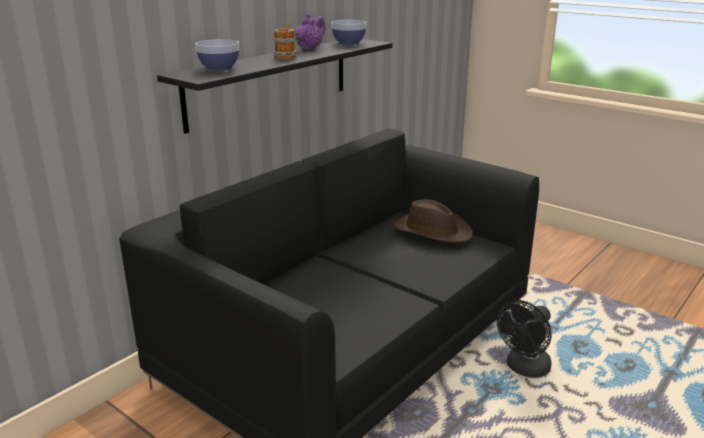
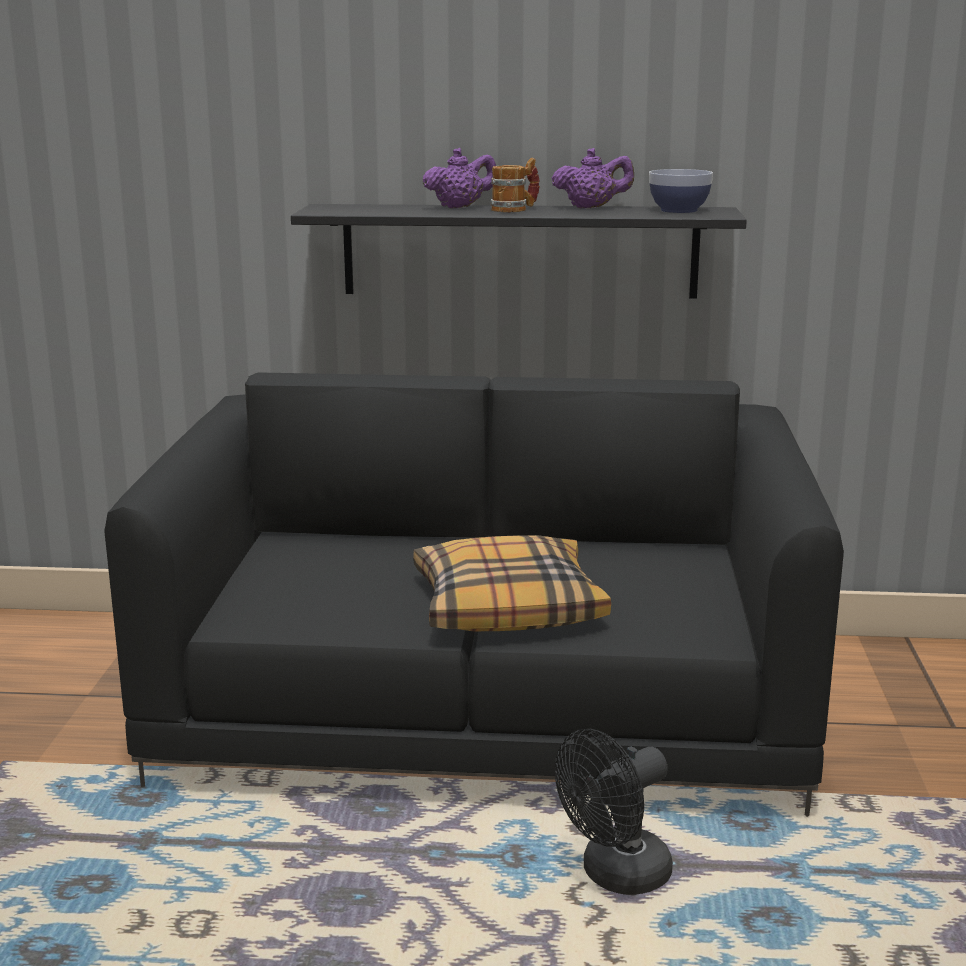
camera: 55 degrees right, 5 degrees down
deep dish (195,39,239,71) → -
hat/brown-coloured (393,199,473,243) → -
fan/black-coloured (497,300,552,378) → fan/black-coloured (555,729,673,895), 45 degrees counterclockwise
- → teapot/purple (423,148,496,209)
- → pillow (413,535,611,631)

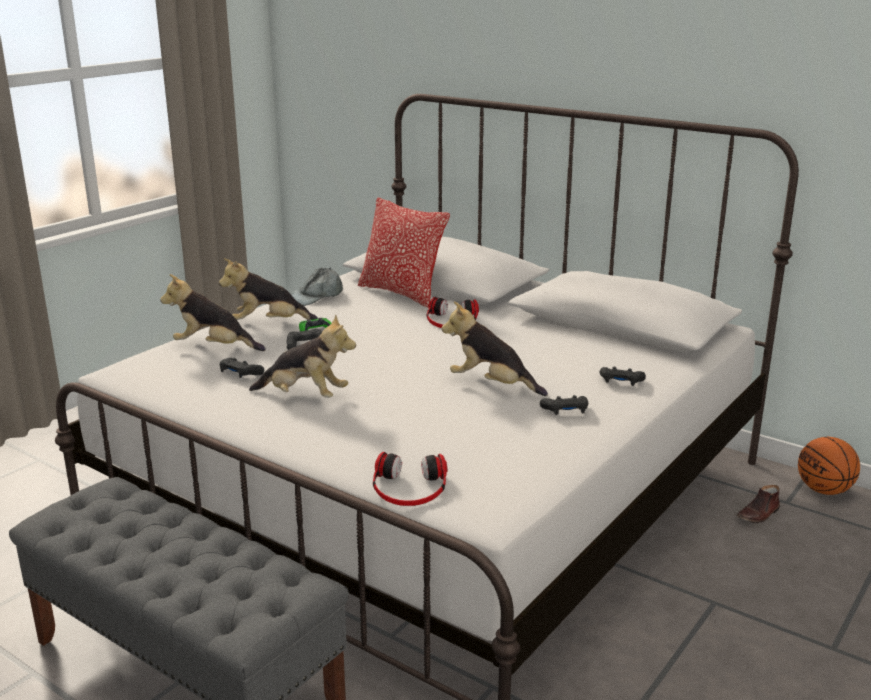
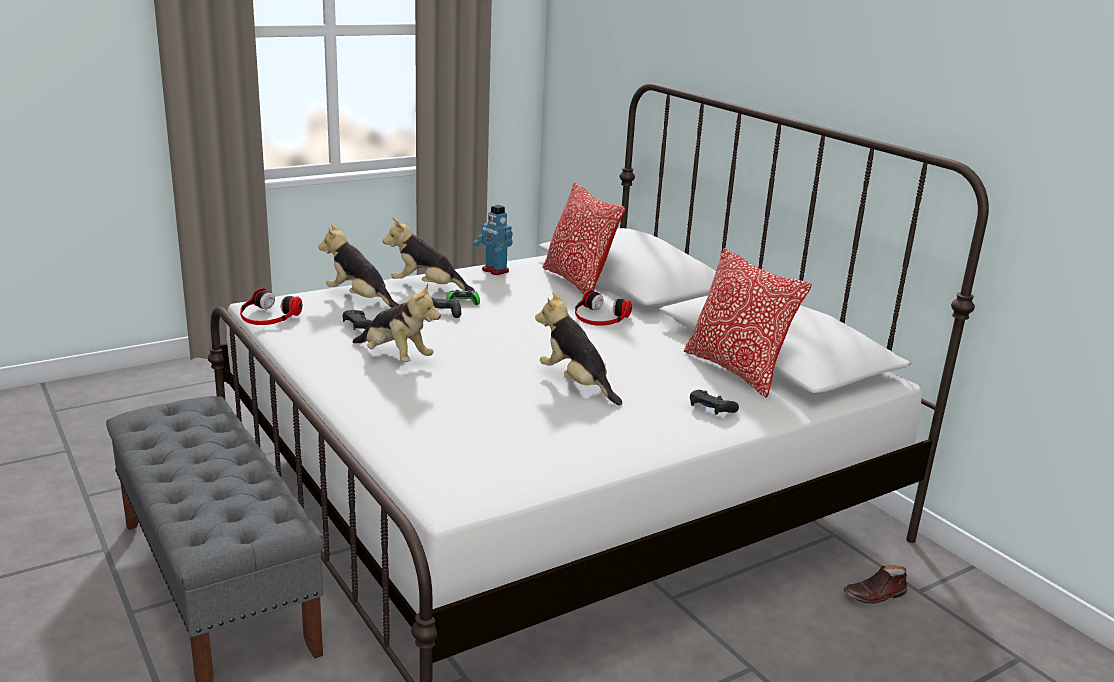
camera: 20 degrees right, 0 degrees up
baseball cap/greyish (290,268,343,306) → robot figure (473,205,513,275)
joypad/black-coloured (540,395,588,415) → -
basketball ball (798,437,860,495) → -
headset (373,452,447,506) → headset (240,288,302,325), shifted
- → pillow (684,248,812,398)

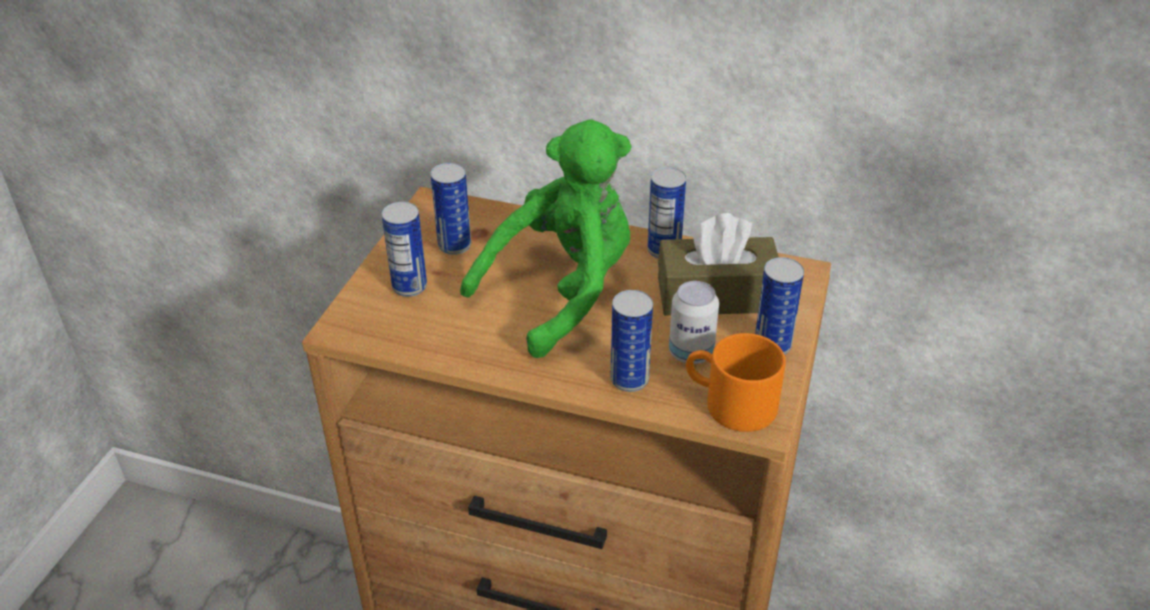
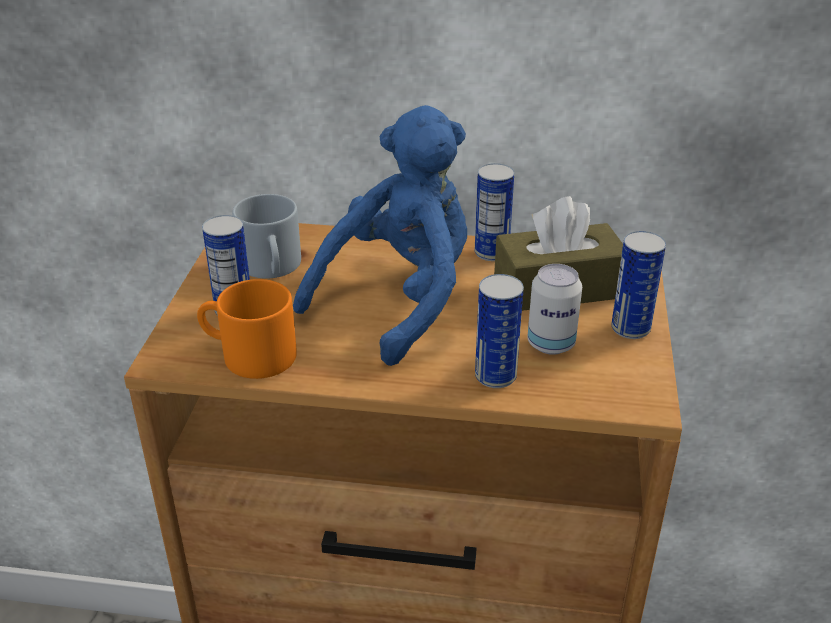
camera: 10 degrees left, 5 degrees down
cuddly toy/green-coloured (460,119,632,358) → cuddly toy/blue (293,105,467,366)
sealed can (430,163,471,255) → coffee mug/greyish (232,194,301,279)
coffee mug/orange (686,333,786,432) → coffee mug/orange (197,279,297,379), shifted

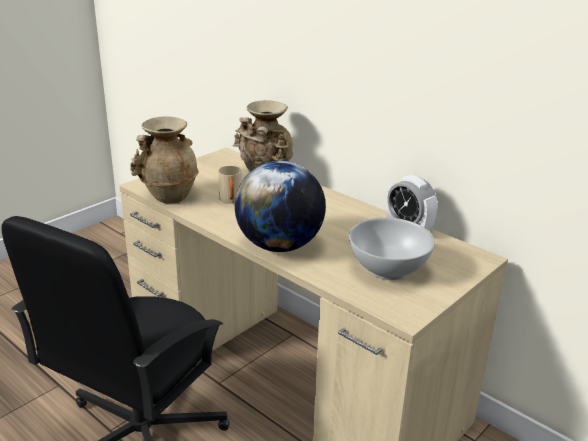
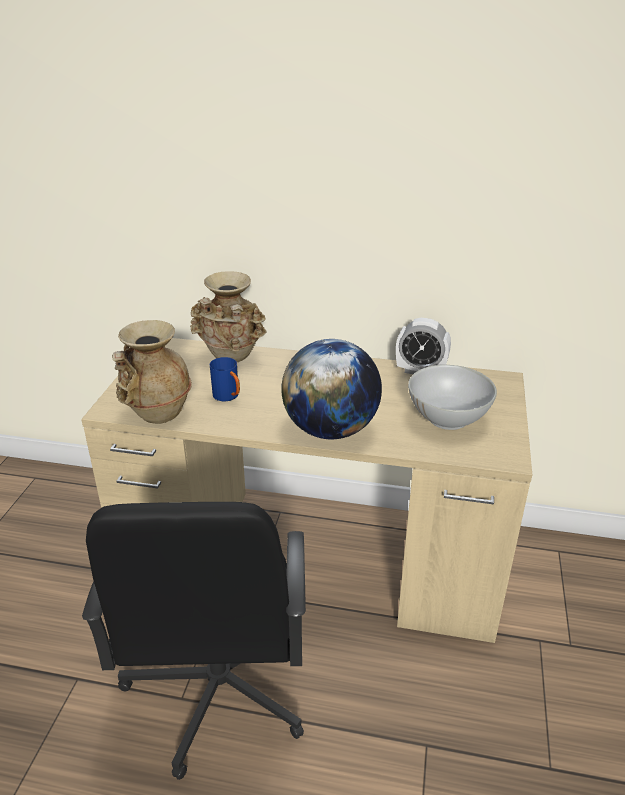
camera: 30 degrees left, 5 degrees up
coffee mug/sand-coloured (218,166,242,204) → coffee mug/blue (210,357,240,401)

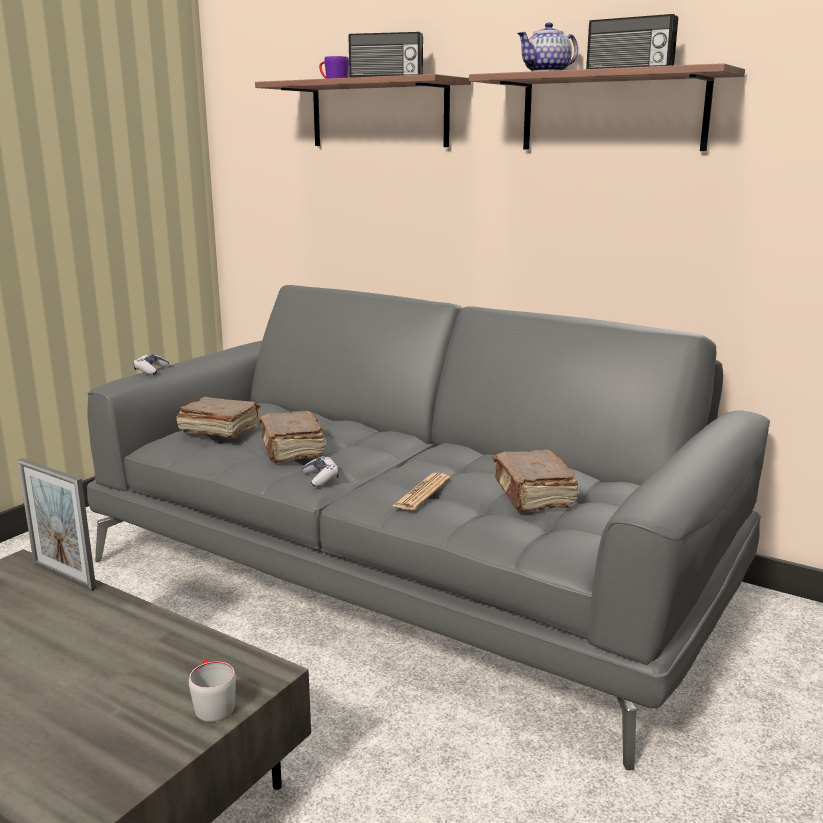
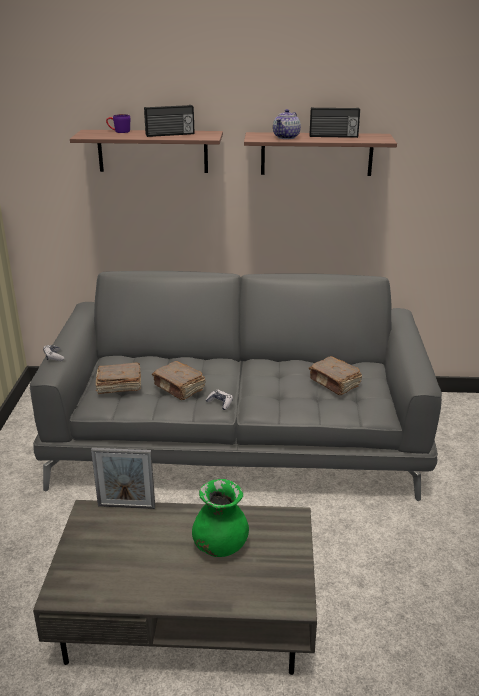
camera: 30 degrees left, 10 degrees up
newspaper (393,473,451,510) → -
coffee mug/greyish (189,659,236,722) → -
- → flower vase/green-coloured (192,479,249,557)

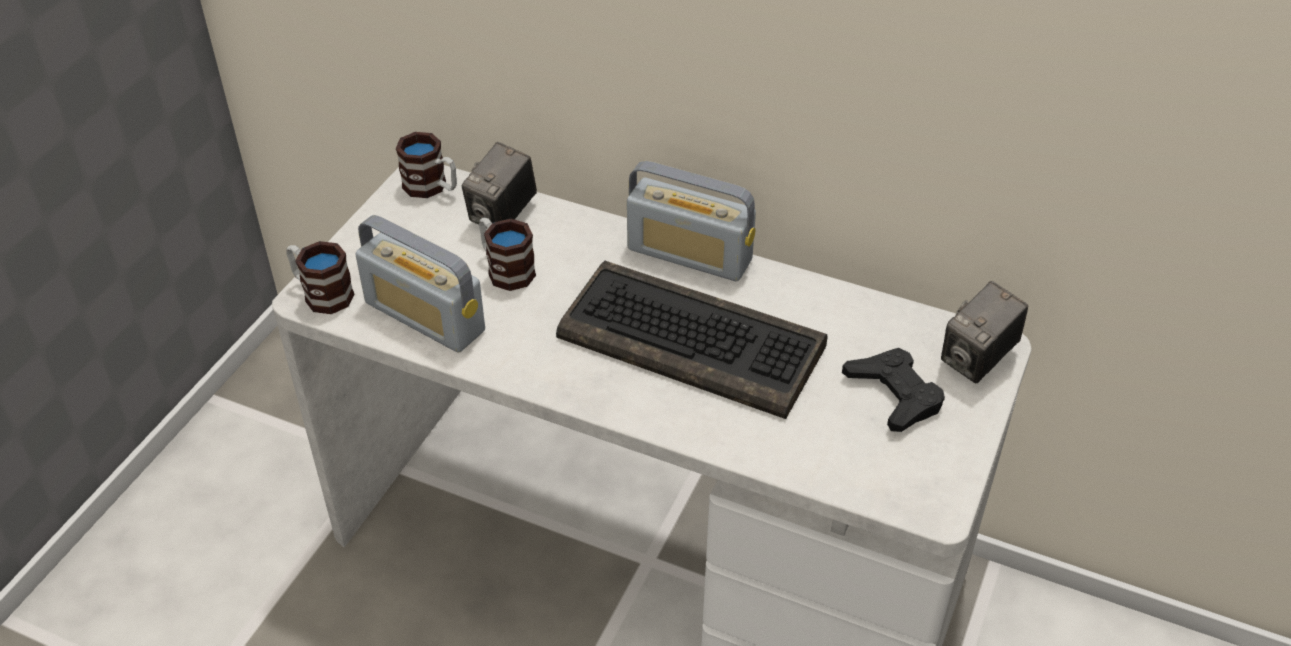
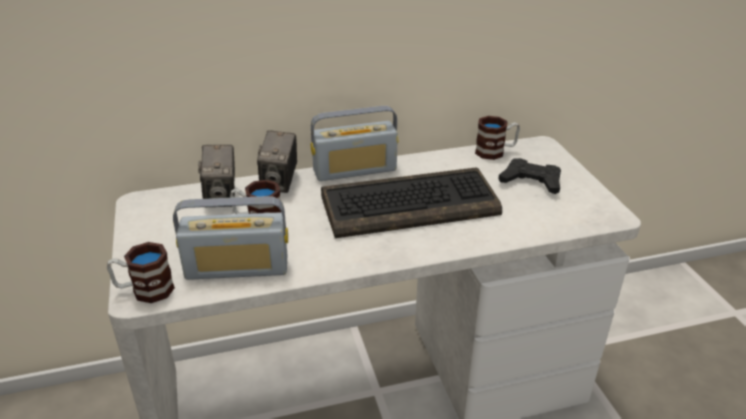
camera: 40 degrees left, 10 degrees down
coffee mug (396,132,457,198) → coffee mug (475,116,520,160), shifted
photo camera (941,281,1028,383) → photo camera (257,130,297,193), shifted

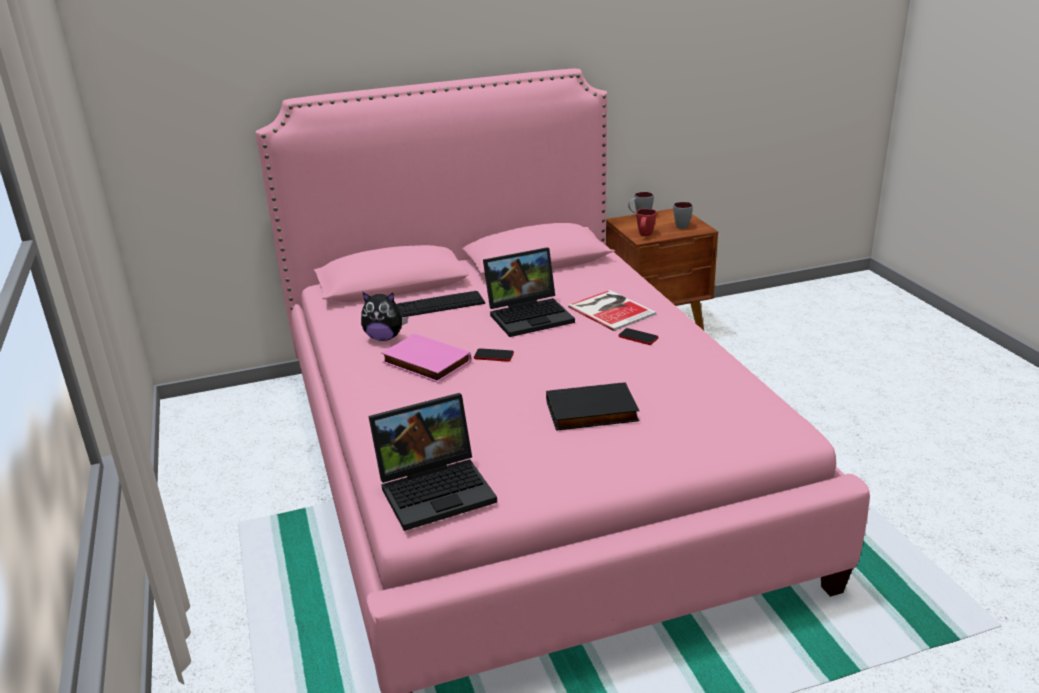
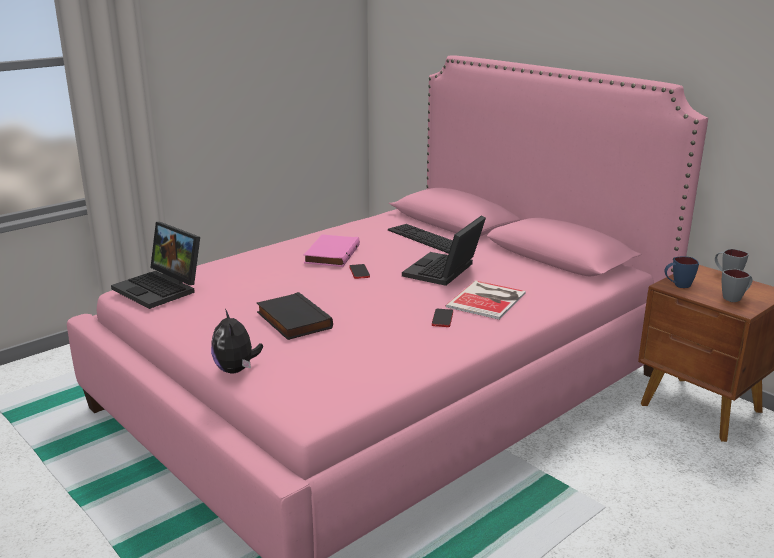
camera: 65 degrees right, 5 degrees down
coffee mug/red-coloured (637,209,656,236) → coffee mug/blue (665,257,699,288)
notebook computer (483,247,575,337) → notebook computer (402,216,486,286), 75 degrees clockwise
cuddly toy (361,292,408,341) → cuddly toy (211,309,263,374), shifted

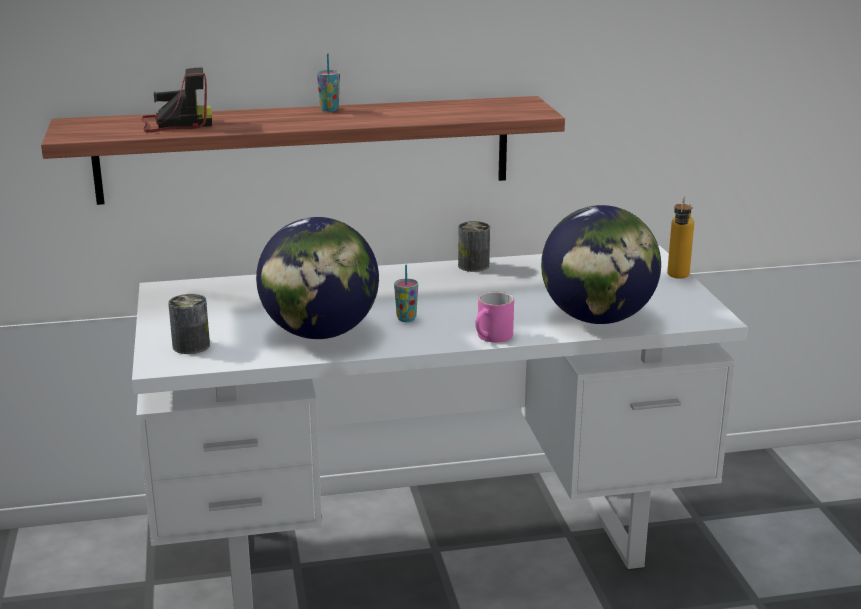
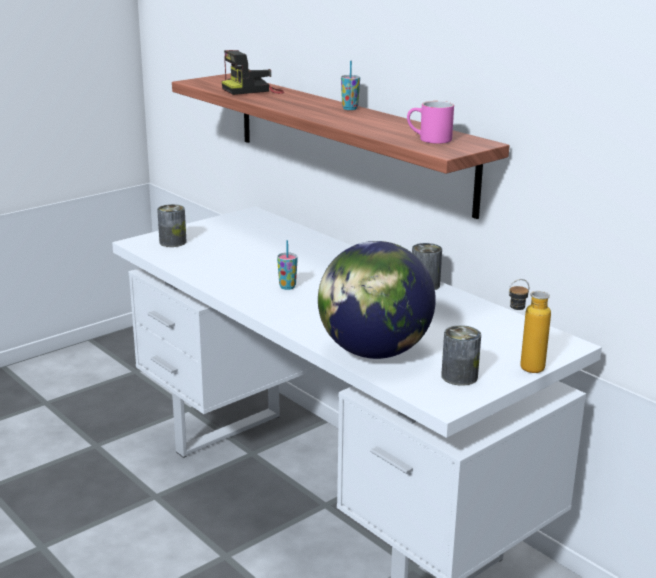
camera: 60 degrees right, 0 degrees up
photo camera (141,67,212,133) → photo camera (222,50,285,95), 105 degrees clockwise
globe (256,217,379,339) → -
coffee mug/pink-coloured (475,292,514,342) → coffee mug/pink-coloured (407,101,454,144), shifted
- → sealed can (441,325,481,386)

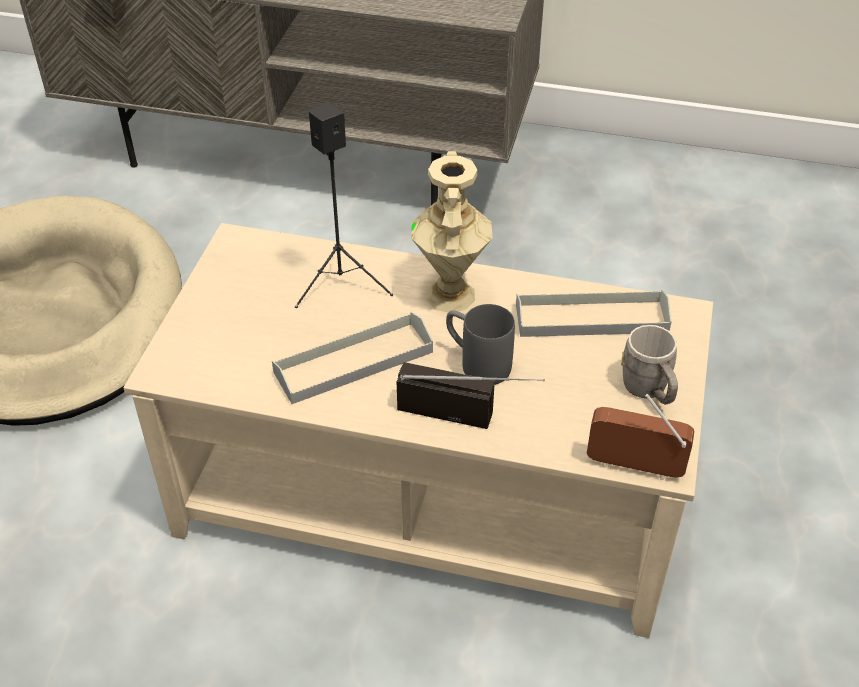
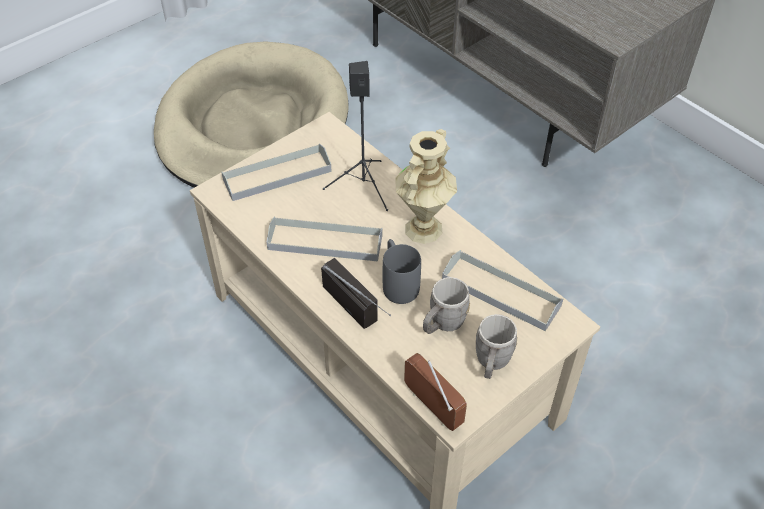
camera: 35 degrees right, 5 degrees up
- → carrying tray/greyish (222,143,332,201)
- → coffee mug/greyish (423,277,470,334)

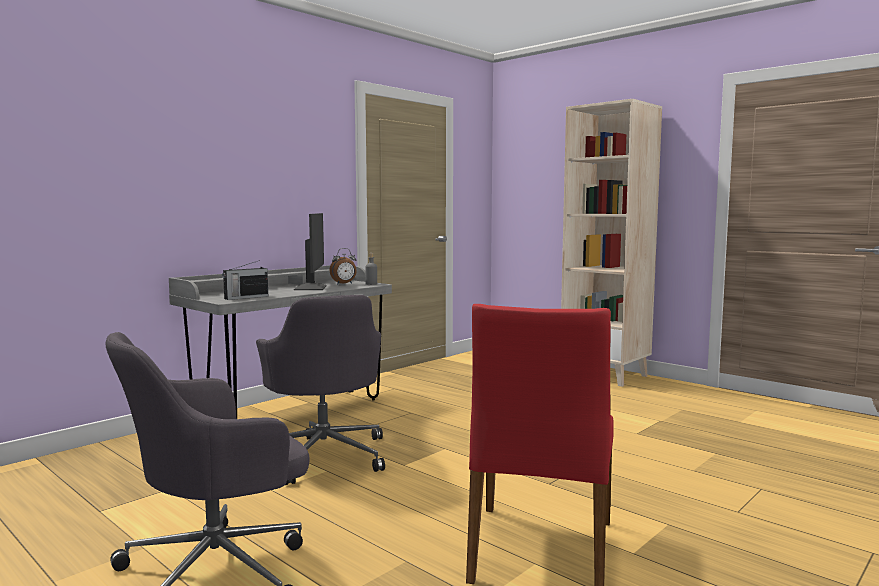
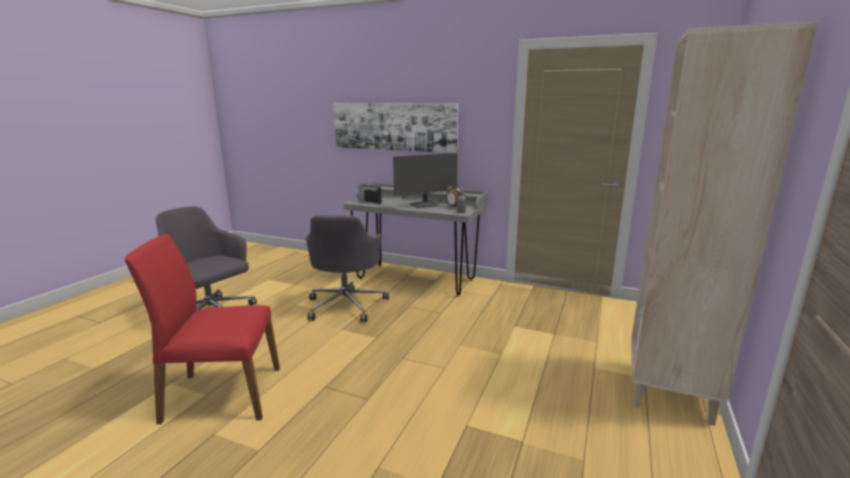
camera: 70 degrees right, 10 degrees up
office chair/greyish (256,295,385,485) → office chair/greyish (306,215,389,322), 45 degrees counterclockwise
- → wall art (333,103,458,153)

